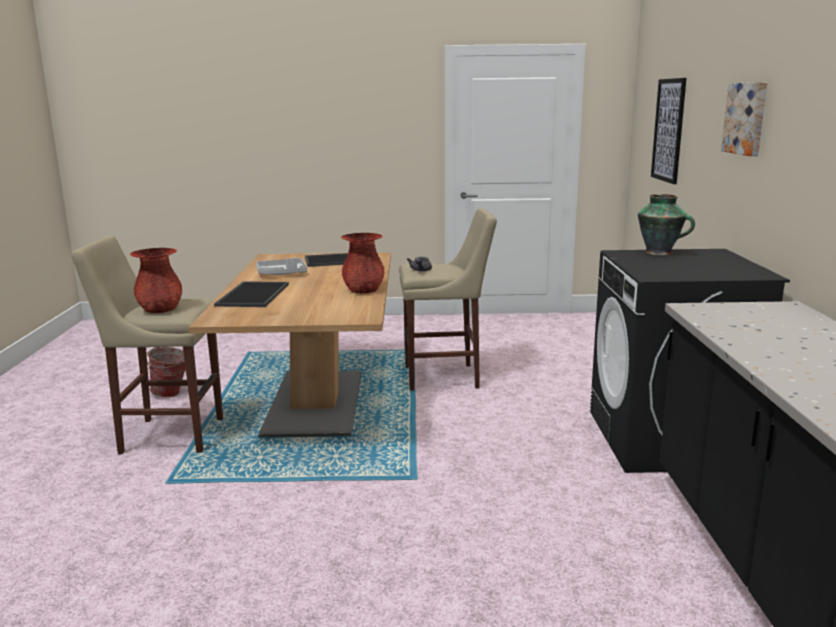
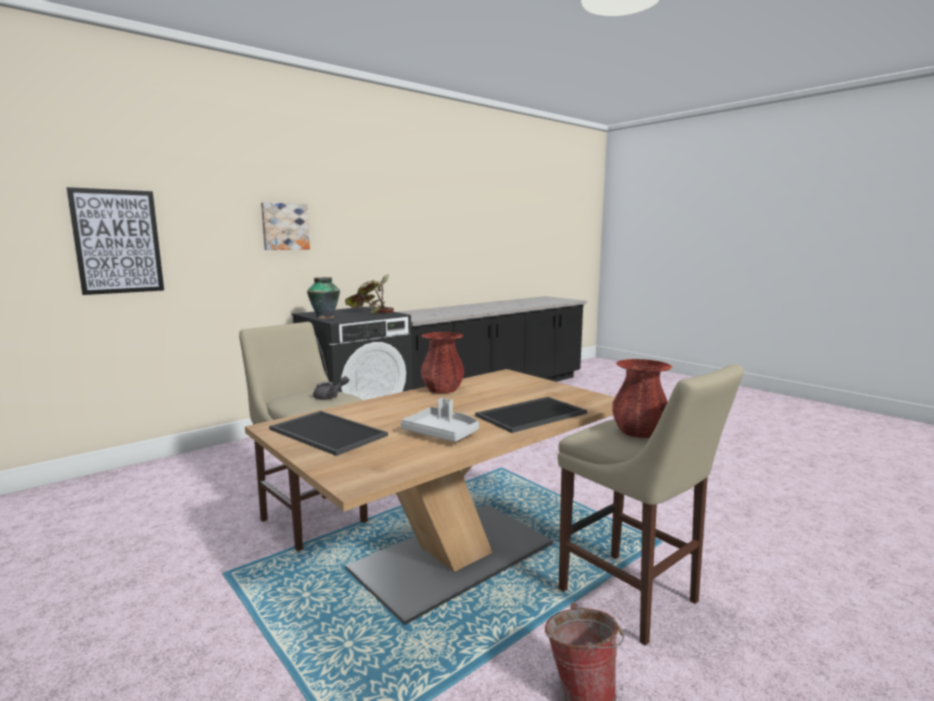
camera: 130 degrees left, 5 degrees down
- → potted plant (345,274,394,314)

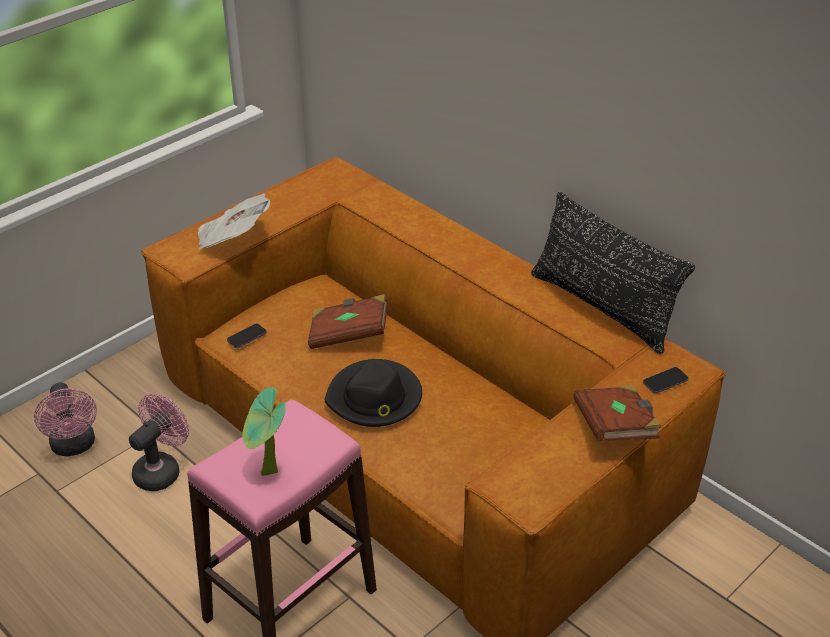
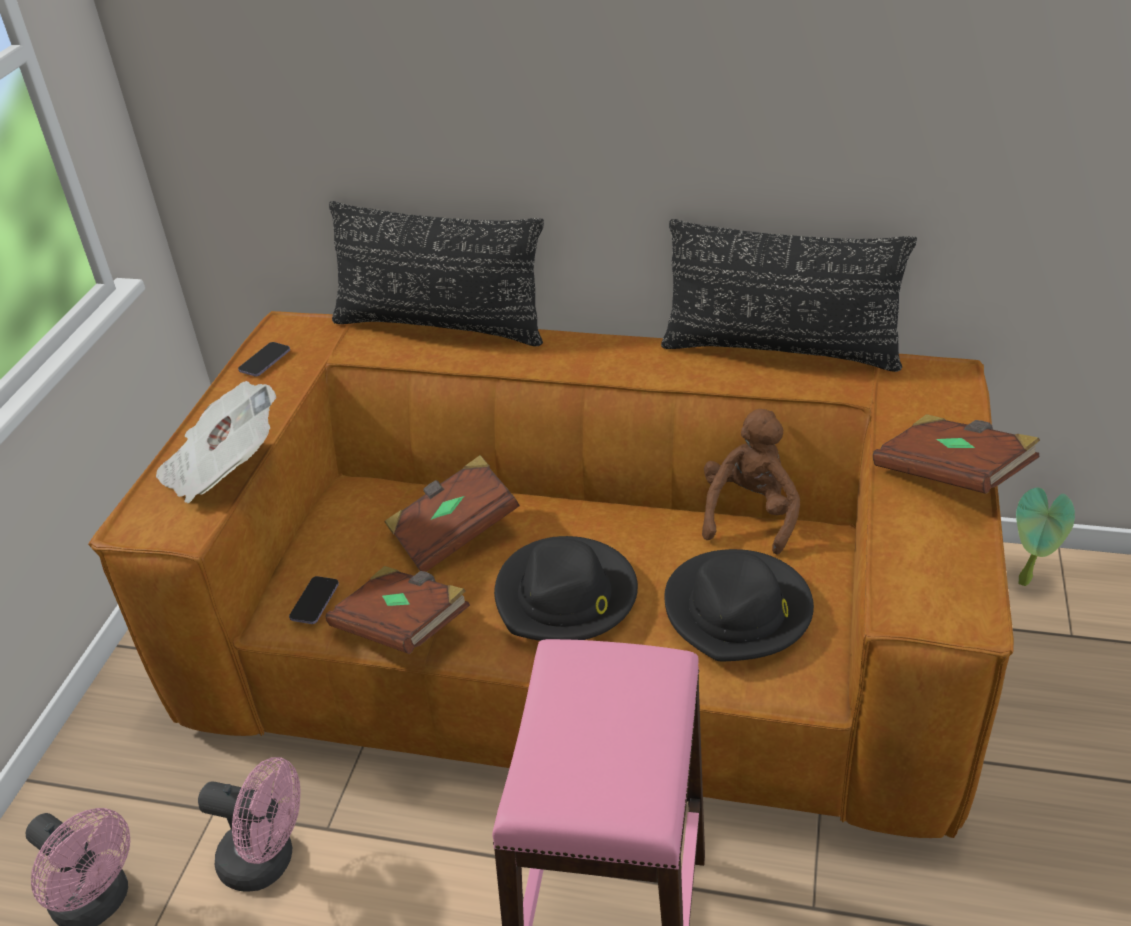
camera: 30 degrees left, 0 degrees up
phone (643,367,689,393) → phone (238,342,290,376), shifted
potted plant (242,388,286,476) → potted plant (1016,488,1075,586), shifted
fan/pink-coloured (129,394,189,491) → fan/pink-coloured (198,757,300,892), 105 degrees clockwise
- → pillow/black-coloured (329,201,544,346)
- → cuddly toy/brown-coloured (702,409,800,555)
- → hat/black-coloured (664,549,814,662)
- → bound book/brown-coloured (326,566,470,654)

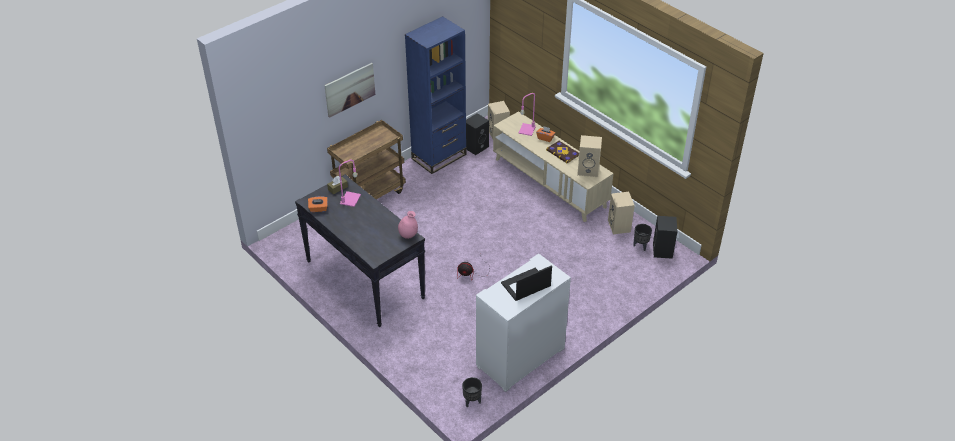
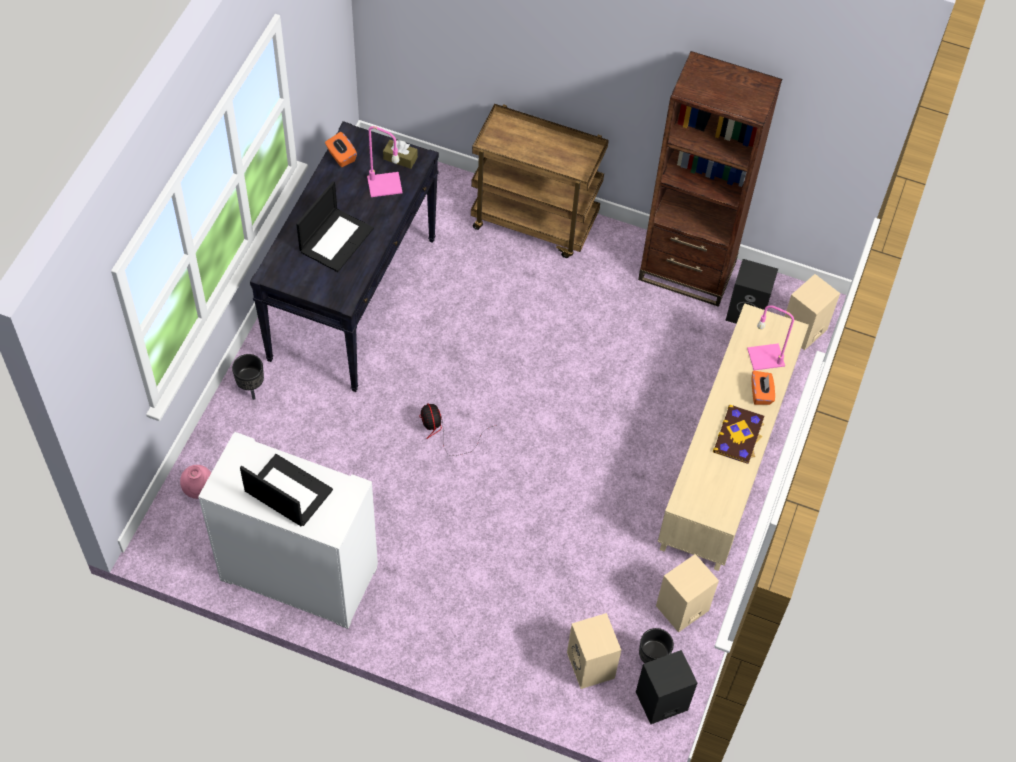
camera: 60 degrees right, 15 degrees up
bookcase/blue (405,16,466,174) → bookcase/brown-coloured (638,51,782,307)
wall art (325,63,375,118) → -
loudspeaker/sand-coloured (577,135,602,177) → loudspeaker/sand-coloured (567,613,621,689), shifted
flower vase/pink-coloured (398,211,418,239) → flower vase/pink-coloured (180,465,211,499), shifted
flower pot/black-coloured (462,377,482,407) → flower pot/black-coloured (232,354,264,400), shifted
- → notebook computer (296,181,374,272)

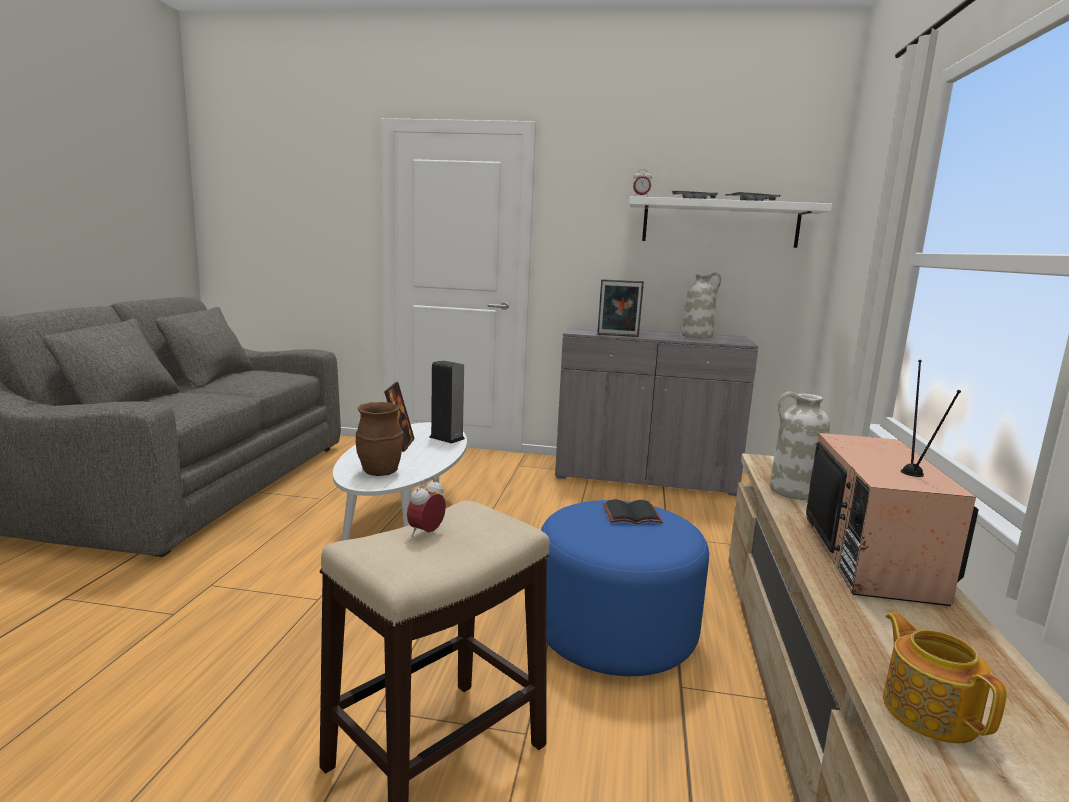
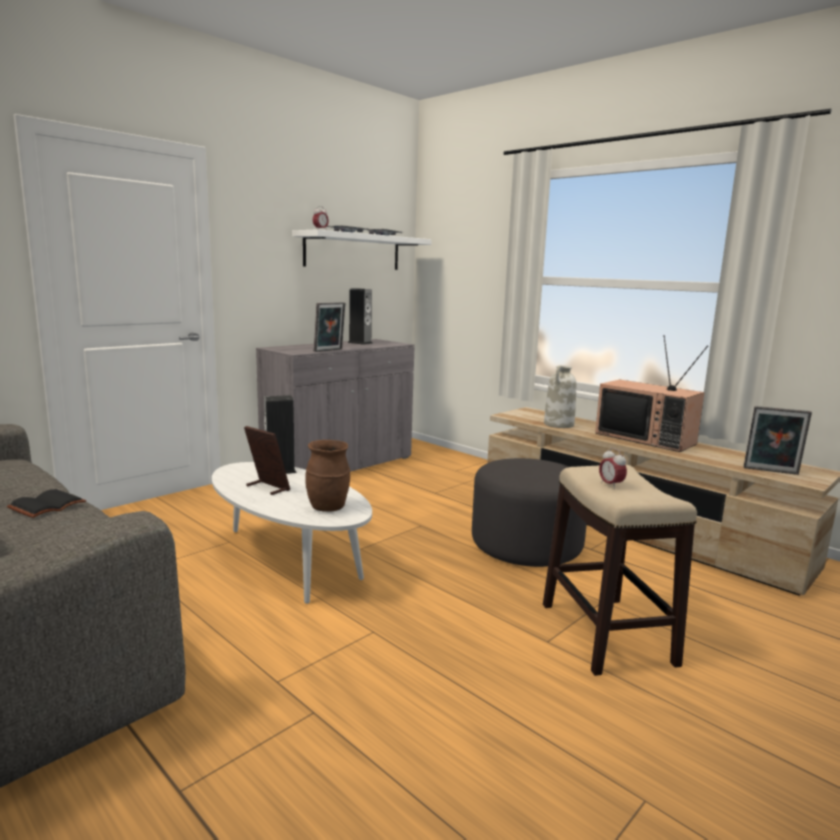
camera: 55 degrees left, 0 degrees up
flower vase/white (681,273,721,338) → loudspeaker (348,288,373,345)
bound book/black-coloured (603,499,663,524) → bound book/black-coloured (7,489,86,518), shifted
footrest/blue (541,500,709,676) → footrest/greyish (472,458,587,567)
teapot (883,612,1007,744) → photo frame (744,406,812,475)

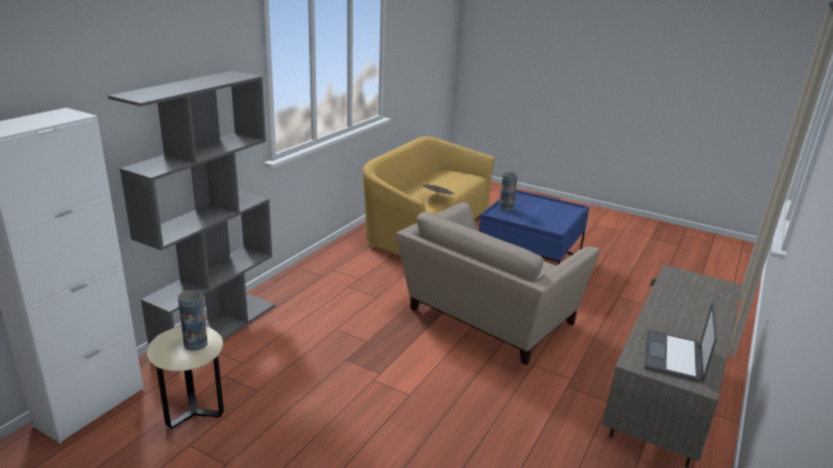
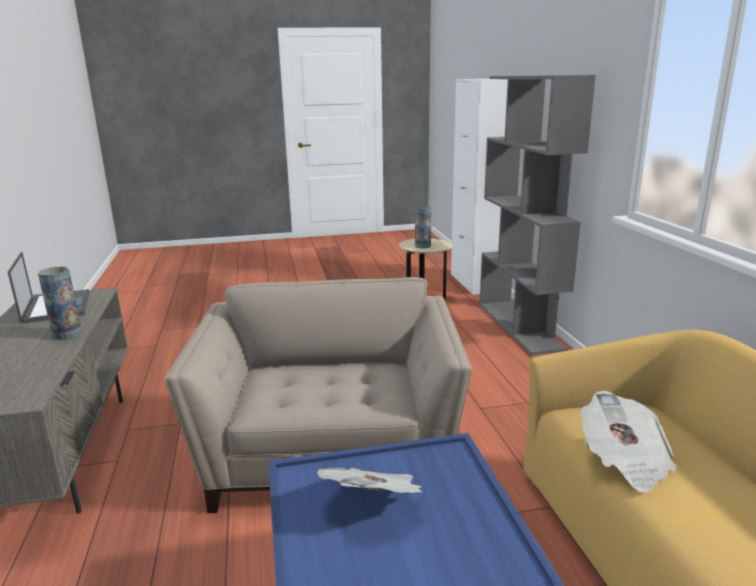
camera: 140 degrees right, 5 degrees down
flower vase (499,172,518,211) → flower vase (38,267,82,340), shifted
- → newspaper (317,468,423,493)

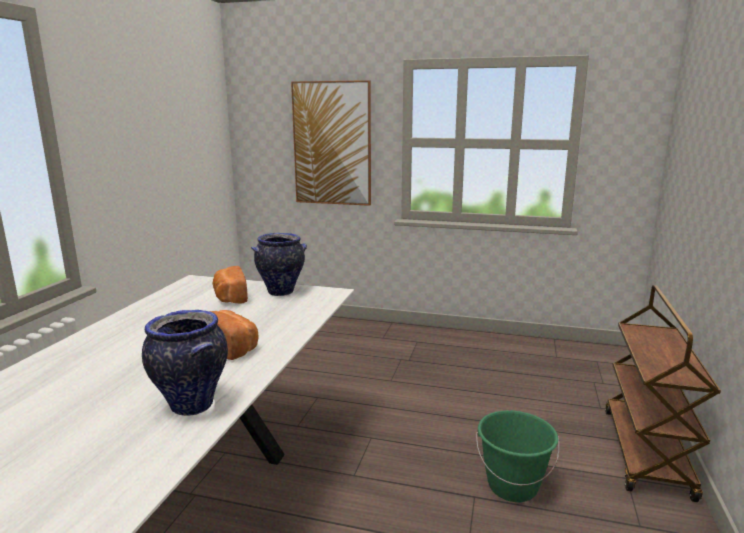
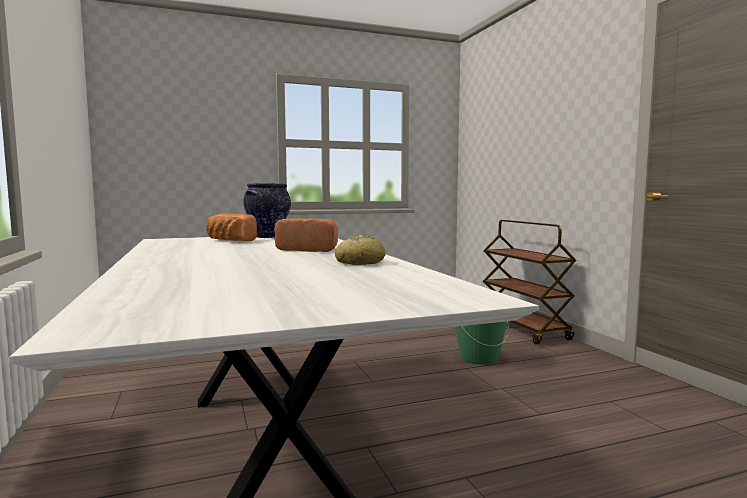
camera: 35 degrees left, 10 degrees down
wall art (291,80,371,206) → -
flower vase (142,310,228,416) → bakery bread (335,235,385,265)

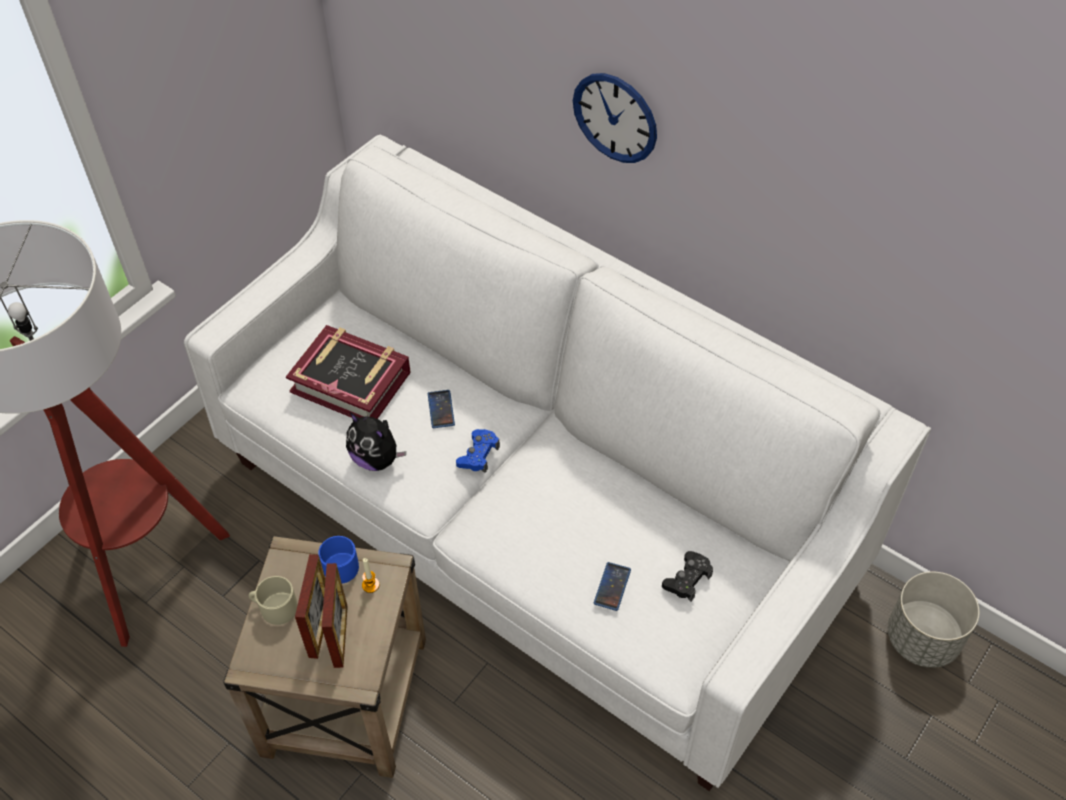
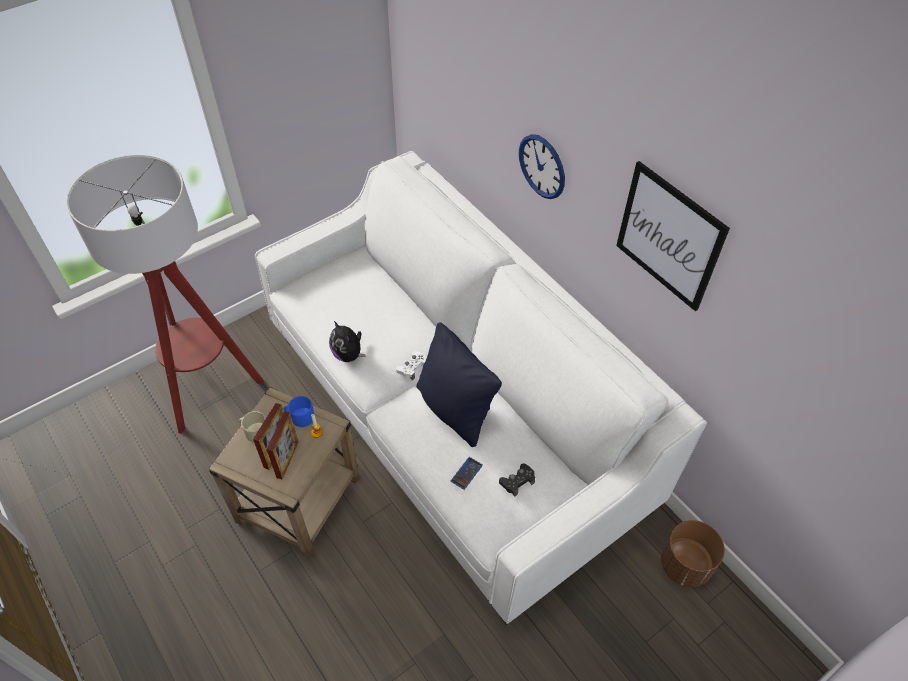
camera: 15 degrees right, 0 degrees up
bound book (286,325,411,419) → -
phone (428,390,455,428) → -
joypad/blue (456,429,500,473) → joypad/white (396,351,426,380)
flower pot/greyish (888,572,980,668) → flower pot/brown-coloured (661,520,725,587)
- → wall art (616,161,730,312)
- → pillow/black-coloured (416,322,502,447)

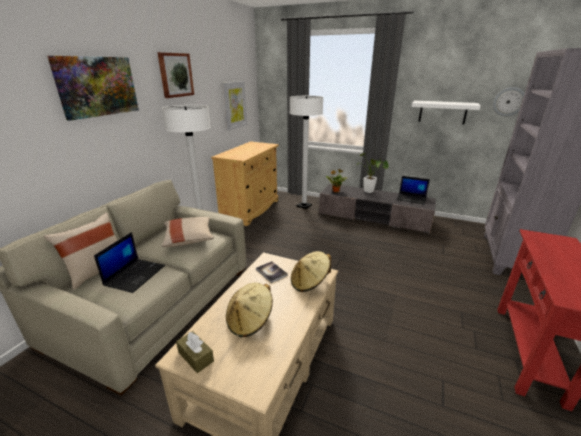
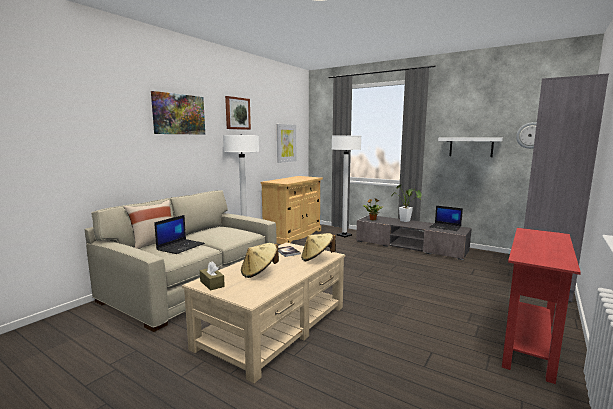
camera: 10 degrees right, 15 degrees down
pillow/sand-coloured (162,217,214,247) → -

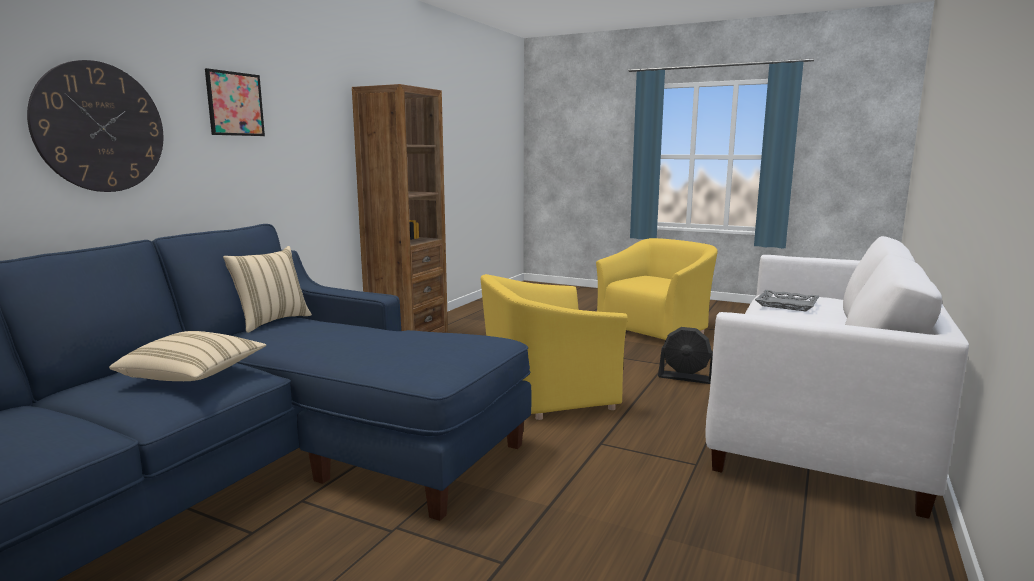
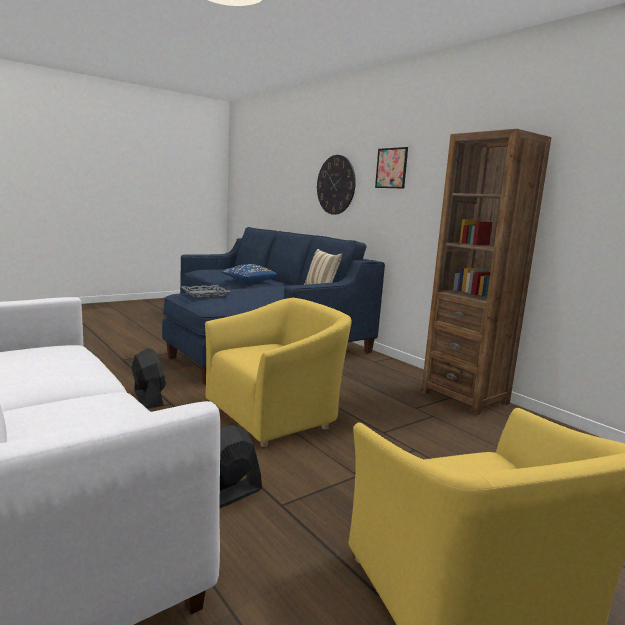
camera: 115 degrees right, 0 degrees up
lounge chair/yellow (481,274,627,420) → lounge chair/yellow (205,298,352,447), 45 degrees clockwise
carrying tray/greyish (755,290,820,311) → carrying tray/greyish (181,285,231,298), shifted
pillow/sand-coloured (109,331,266,381) → pillow/blue (221,264,277,282)
- → fan/black-coloured (132,348,166,408)

